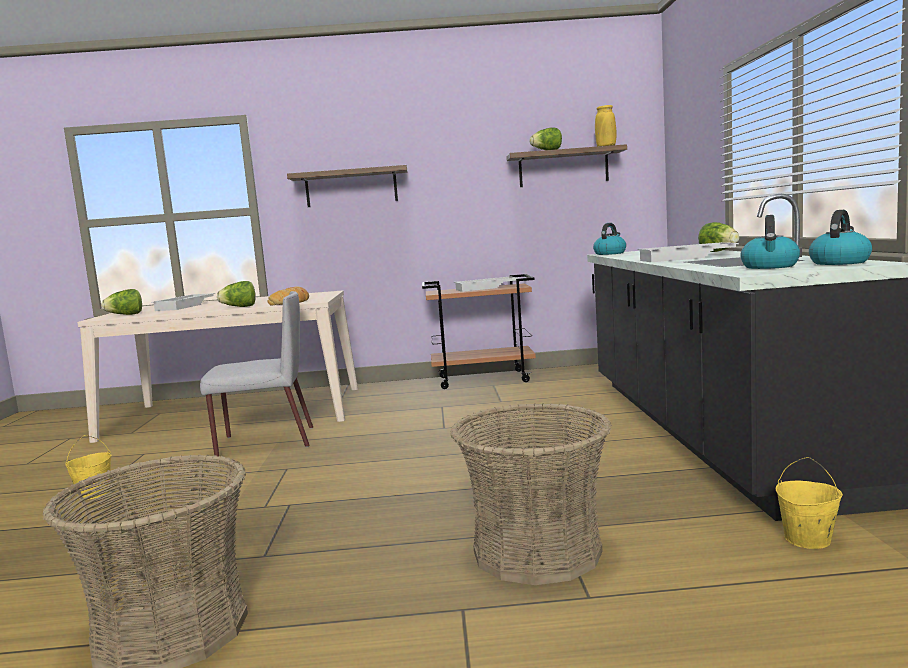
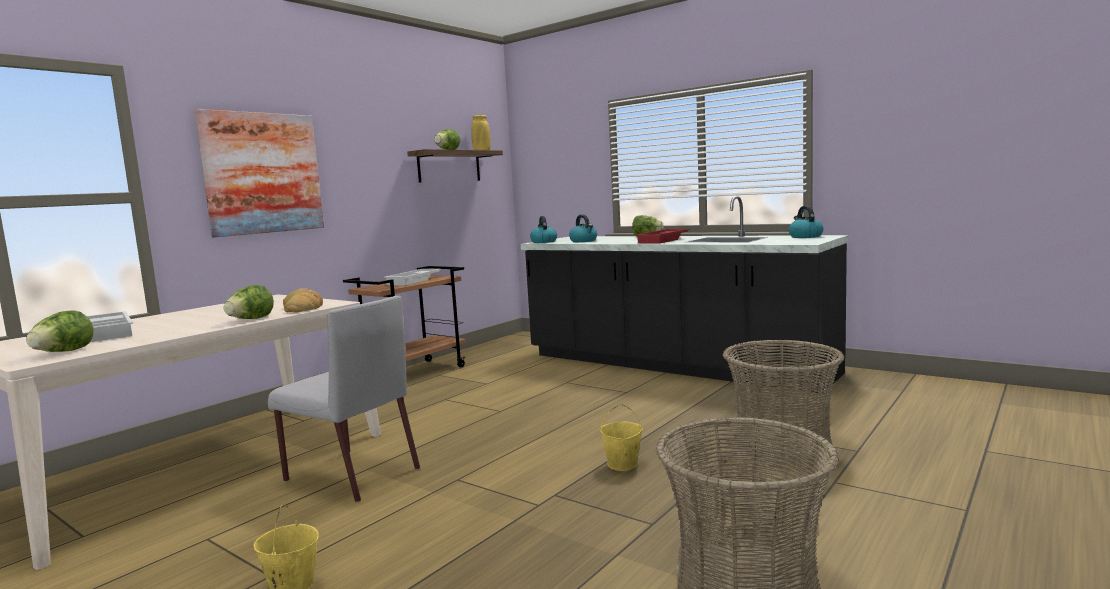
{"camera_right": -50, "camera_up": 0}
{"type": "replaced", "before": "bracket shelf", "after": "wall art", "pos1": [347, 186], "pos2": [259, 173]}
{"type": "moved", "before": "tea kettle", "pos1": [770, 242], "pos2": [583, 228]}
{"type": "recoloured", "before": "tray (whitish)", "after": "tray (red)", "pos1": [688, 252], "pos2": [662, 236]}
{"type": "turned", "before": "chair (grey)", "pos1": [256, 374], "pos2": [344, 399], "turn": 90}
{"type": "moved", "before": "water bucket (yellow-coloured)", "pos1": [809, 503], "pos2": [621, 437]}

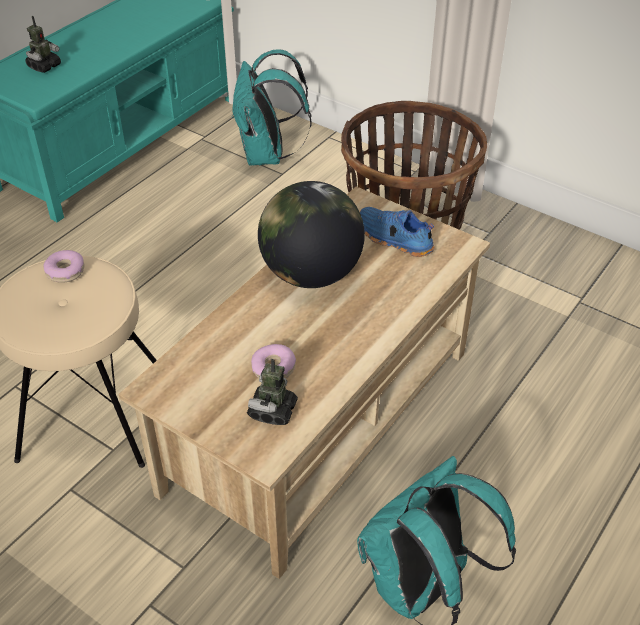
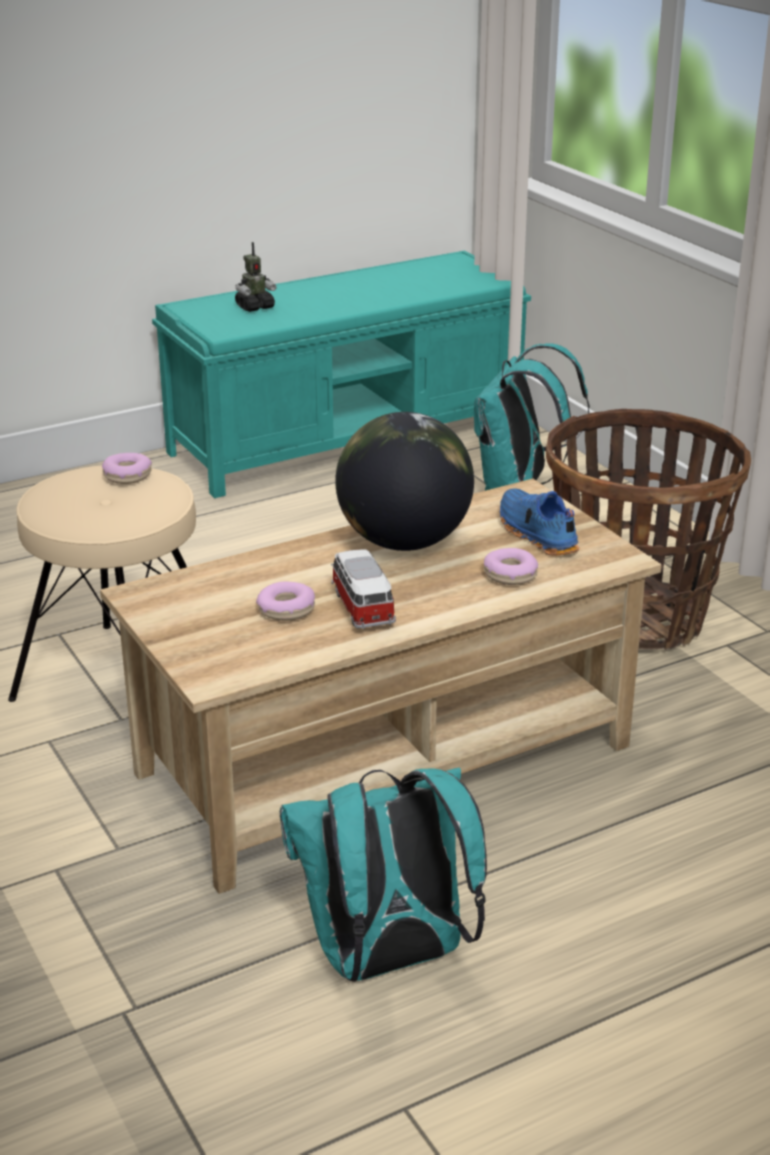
{"camera_right": 25, "camera_up": -15}
{"type": "removed", "before": "model robot", "pos1": [272, 392]}
{"type": "added", "after": "doughnut", "pos2": [511, 566]}
{"type": "added", "after": "miniature car", "pos2": [363, 589]}

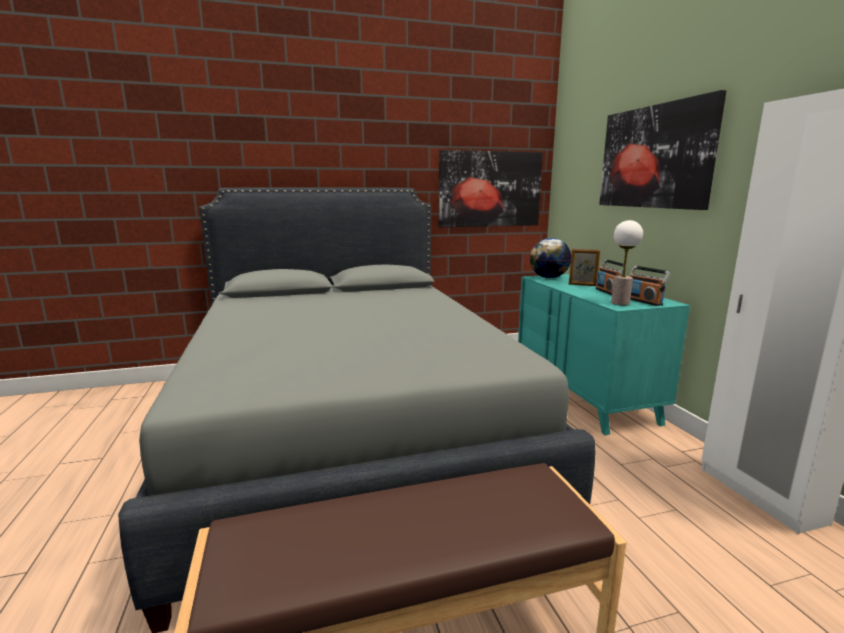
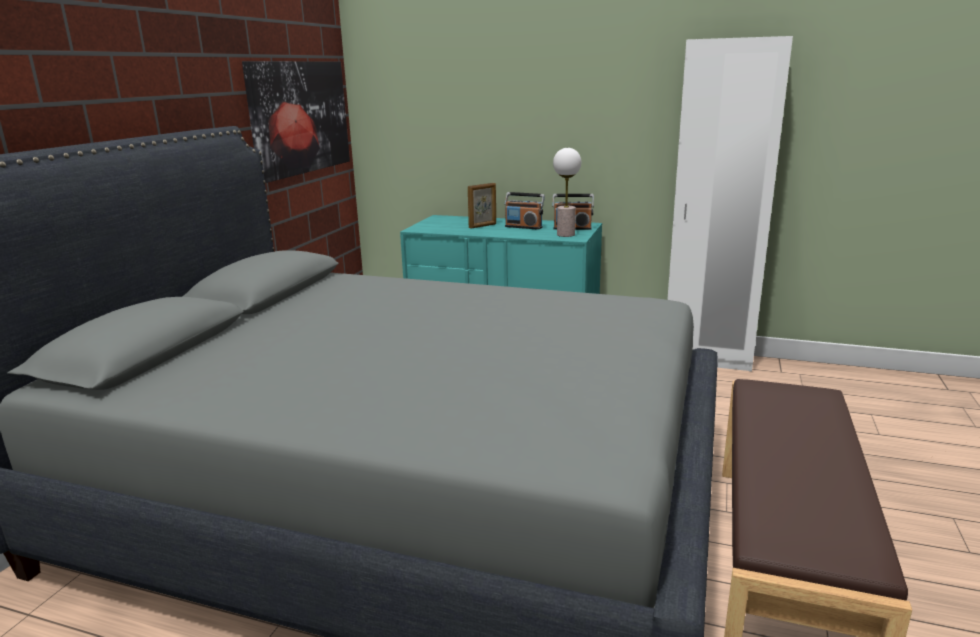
{"camera_right": -55, "camera_up": 5}
{"type": "removed", "before": "wall art", "pos1": [662, 150]}
{"type": "removed", "before": "world globe", "pos1": [550, 258]}

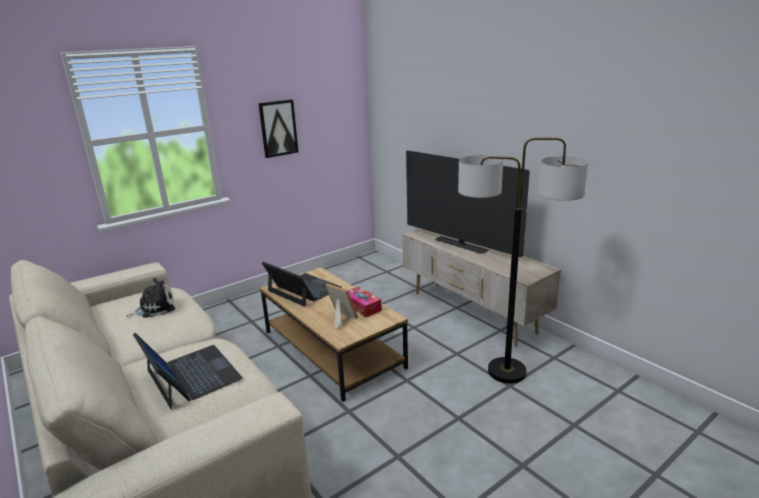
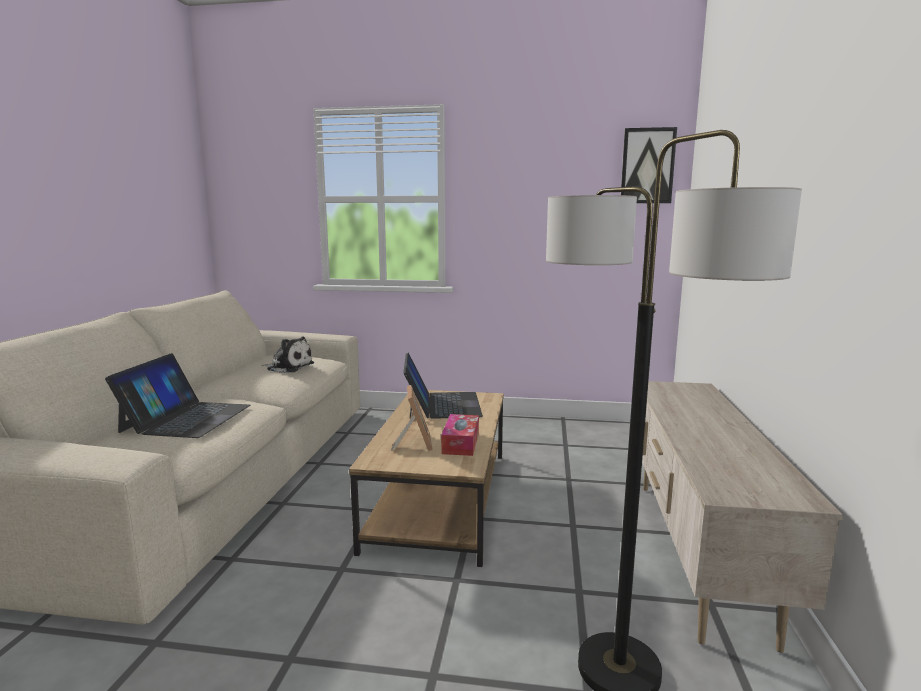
{"camera_right": 45, "camera_up": -10}
{"type": "moved", "before": "wall art", "pos1": [278, 128], "pos2": [649, 165]}
{"type": "removed", "before": "TV set", "pos1": [468, 203]}

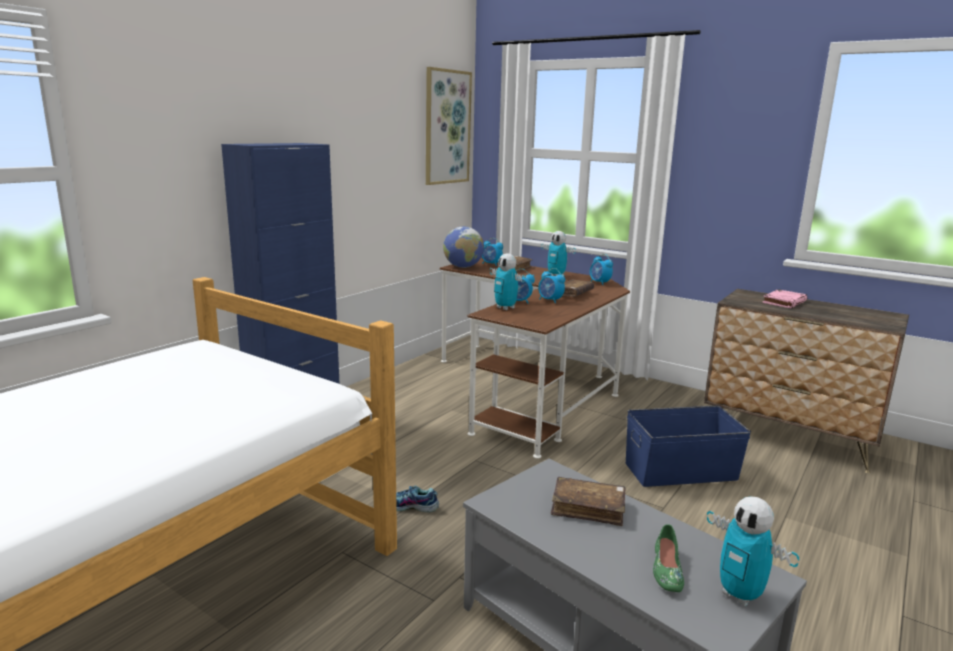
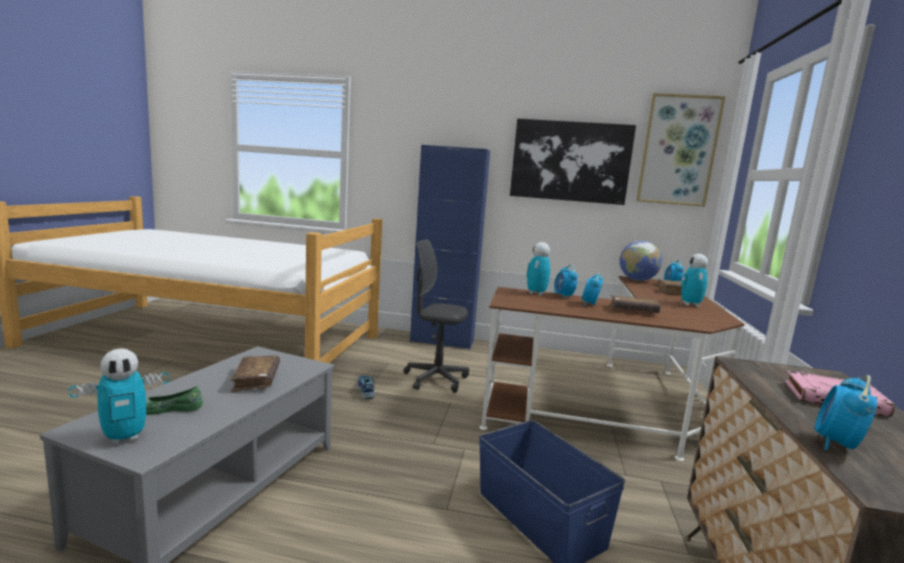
{"camera_right": 65, "camera_up": -5}
{"type": "moved", "before": "alarm clock", "pos1": [601, 269], "pos2": [846, 412]}
{"type": "turned", "before": "model robot", "pos1": [753, 551], "pos2": [119, 396], "turn": -150}
{"type": "added", "after": "wall art", "pos2": [573, 162]}
{"type": "added", "after": "office chair (grey)", "pos2": [436, 316]}

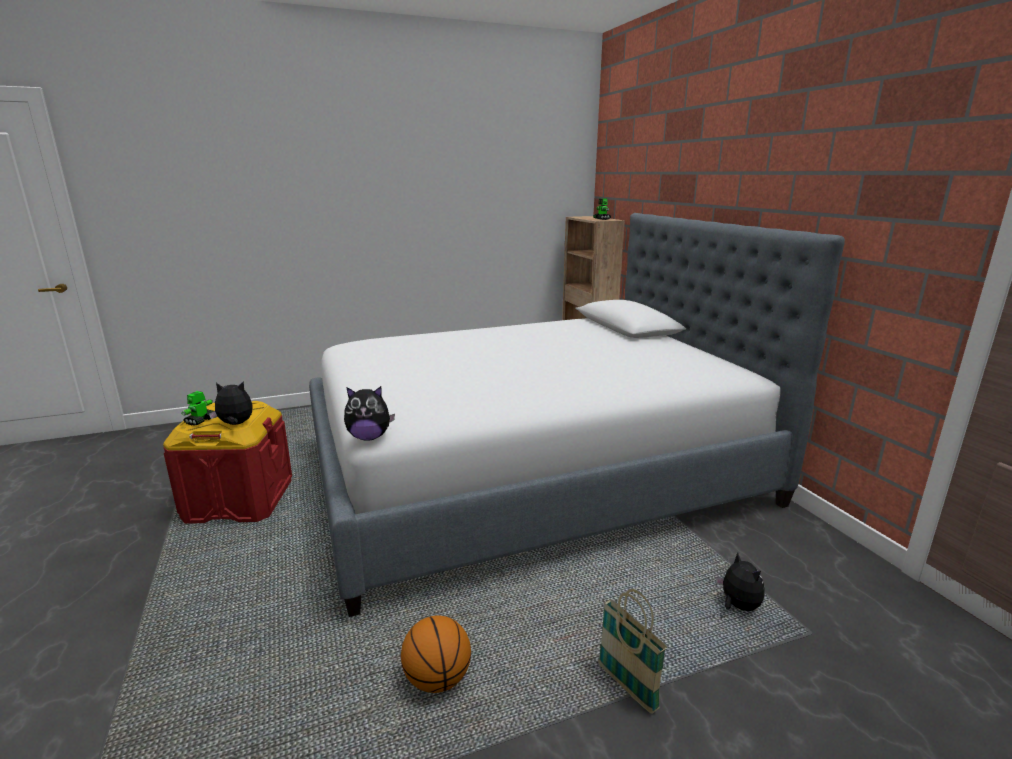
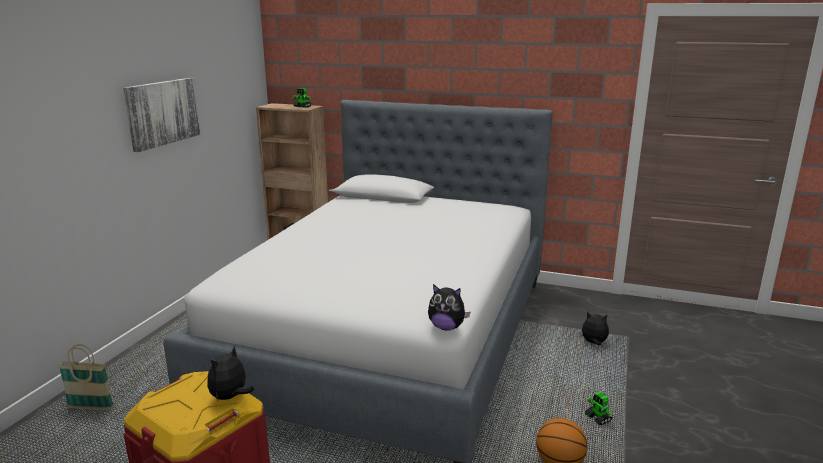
{"camera_right": -50, "camera_up": 0}
{"type": "turned", "before": "soft toy", "pos1": [369, 413], "pos2": [449, 307], "turn": 75}
{"type": "moved", "before": "model robot", "pos1": [197, 408], "pos2": [599, 408]}
{"type": "moved", "before": "storage basket", "pos1": [632, 651], "pos2": [86, 377]}
{"type": "added", "after": "wall art", "pos2": [161, 115]}

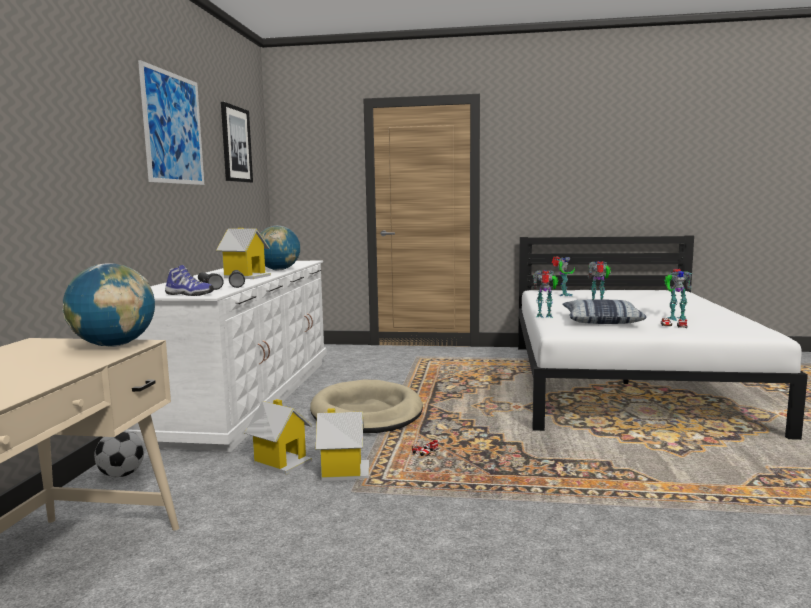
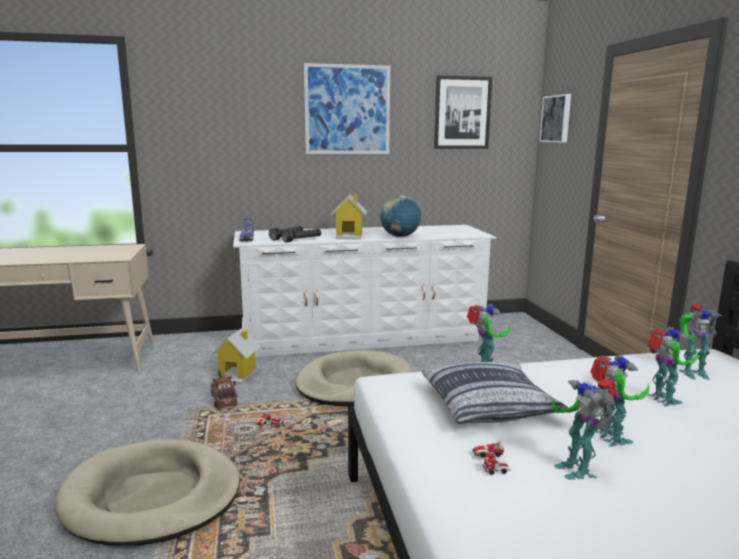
{"camera_right": 70, "camera_up": 5}
{"type": "removed", "before": "world globe", "pos1": [108, 305]}
{"type": "replaced", "before": "toy house", "after": "model truck", "pos1": [342, 444], "pos2": [224, 389]}
{"type": "removed", "before": "football", "pos1": [119, 453]}
{"type": "added", "after": "wall art", "pos2": [555, 118]}
{"type": "added", "after": "model robot", "pos2": [619, 401]}
{"type": "added", "after": "pet bed (beige-coloured)", "pos2": [147, 492]}

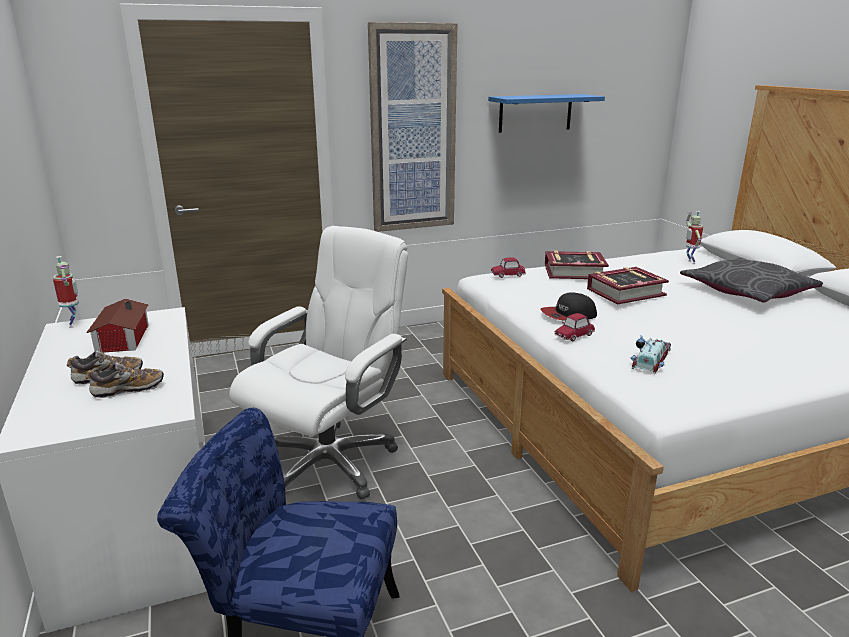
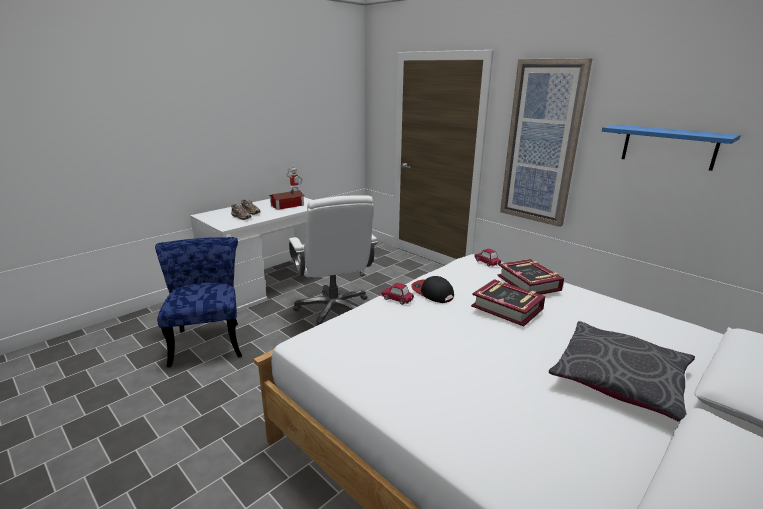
{"camera_right": 65, "camera_up": 0}
{"type": "removed", "before": "model robot", "pos1": [694, 237]}
{"type": "turned", "before": "office chair (whitish)", "pos1": [318, 363], "pos2": [333, 260], "turn": 60}
{"type": "removed", "before": "miniature car", "pos1": [650, 354]}

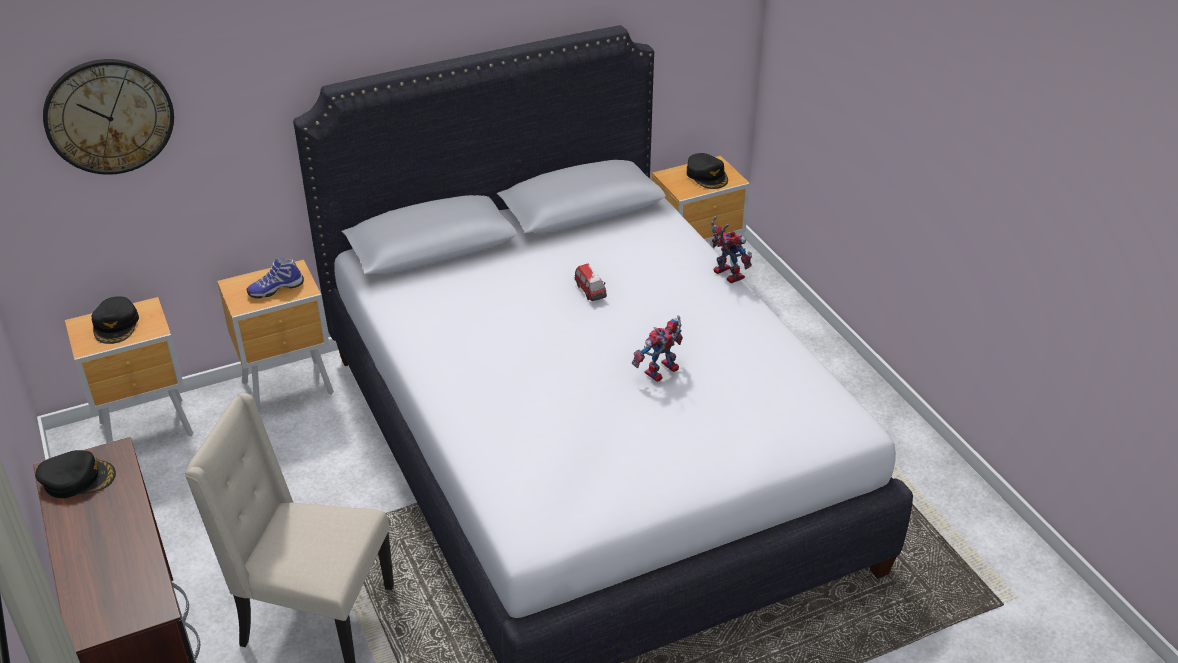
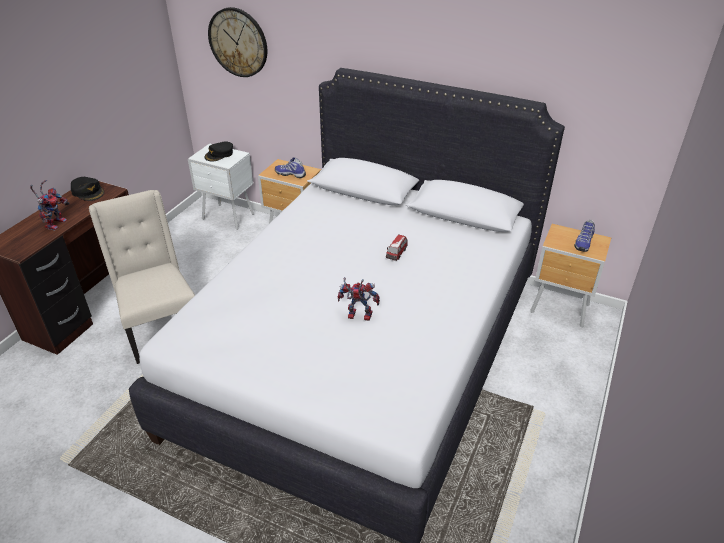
{"camera_right": 50, "camera_up": 0}
{"type": "replaced", "before": "cap (black-coloured)", "after": "low shoe", "pos1": [707, 171], "pos2": [584, 236]}
{"type": "moved", "before": "model robot", "pos1": [731, 249], "pos2": [50, 205]}
{"type": "recoloured", "before": "night table (brownish)", "after": "night table (whitish)", "pos1": [129, 370], "pos2": [221, 186]}

